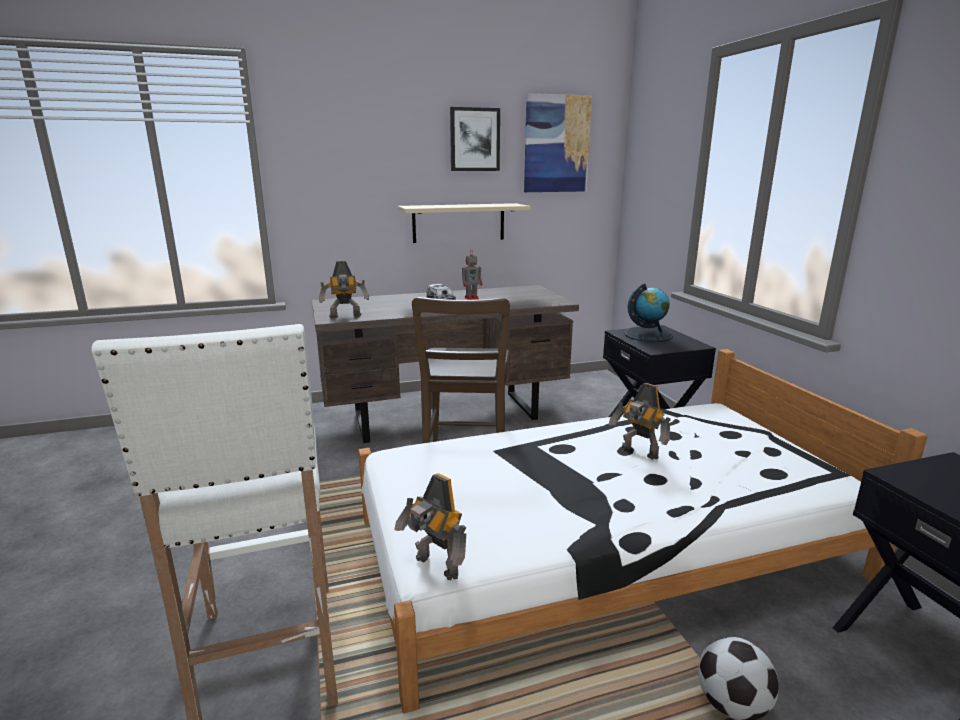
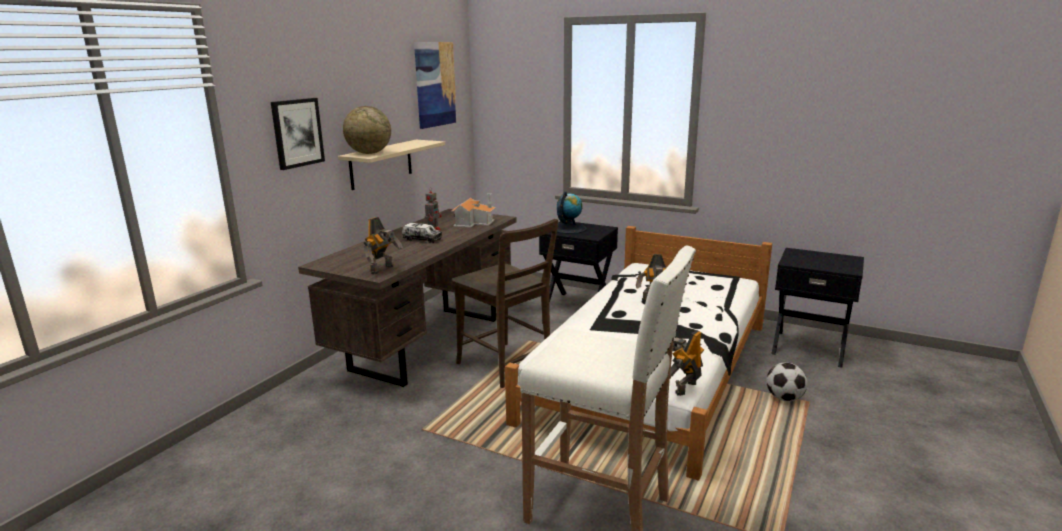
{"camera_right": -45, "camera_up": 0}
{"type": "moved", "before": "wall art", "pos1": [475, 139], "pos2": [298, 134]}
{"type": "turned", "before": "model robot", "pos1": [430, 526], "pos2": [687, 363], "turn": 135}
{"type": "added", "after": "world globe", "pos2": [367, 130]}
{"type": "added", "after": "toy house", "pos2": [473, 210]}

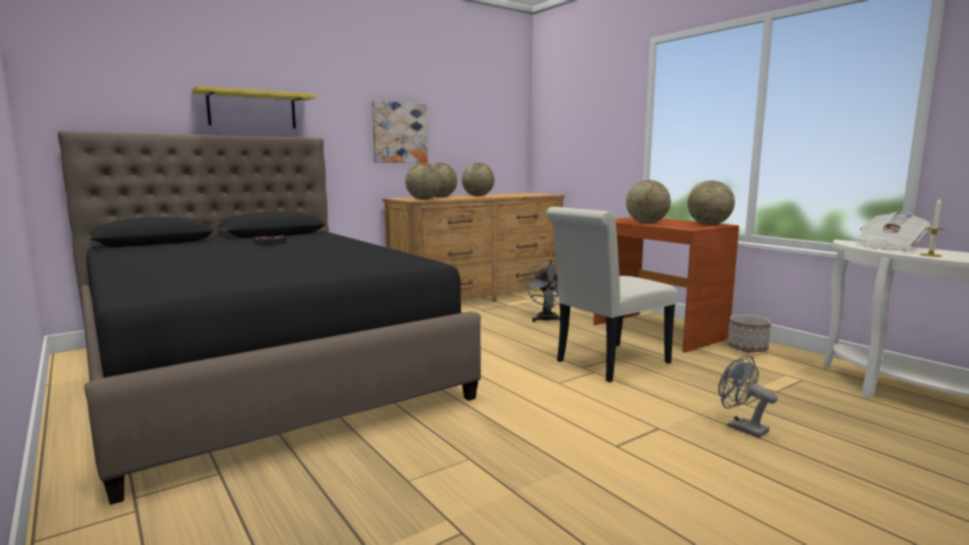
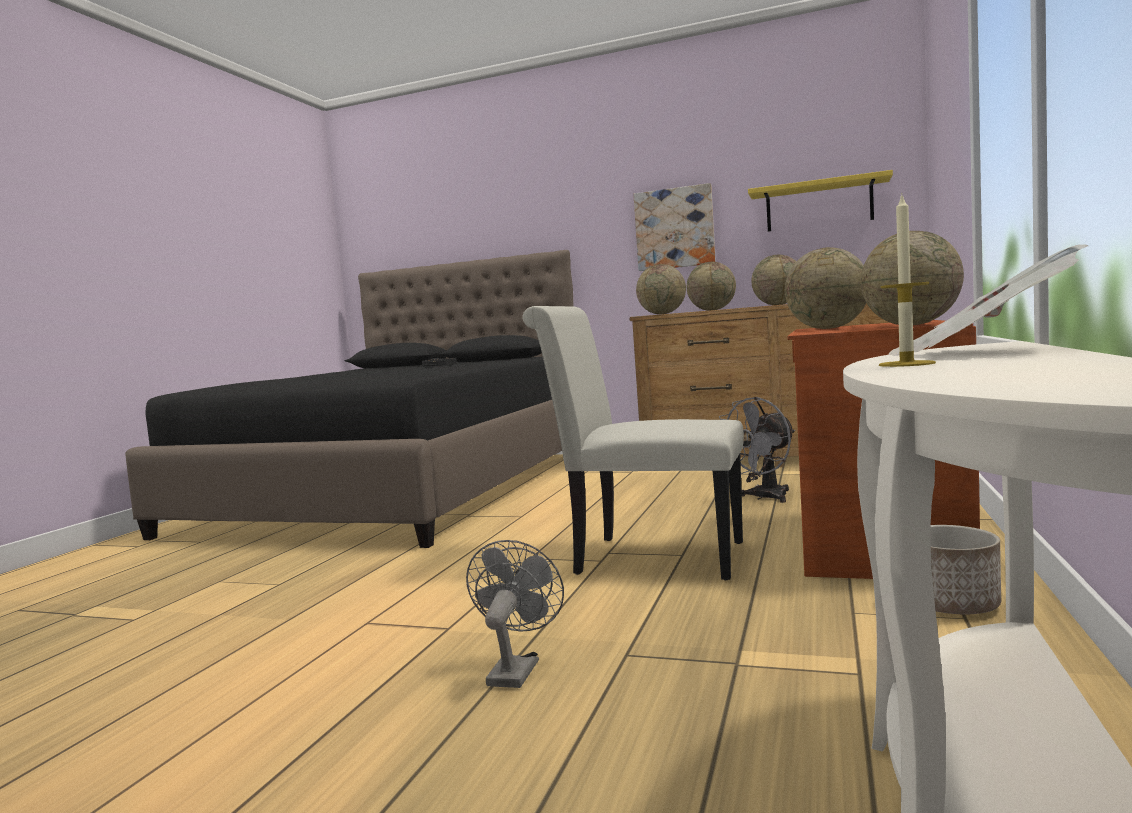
{"camera_right": 55, "camera_up": -5}
{"type": "moved", "before": "bracket shelf (yellow-coloured)", "pos1": [253, 107], "pos2": [820, 201]}

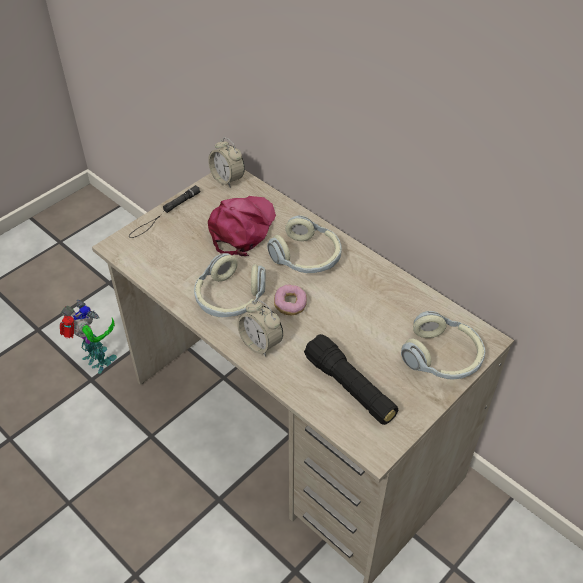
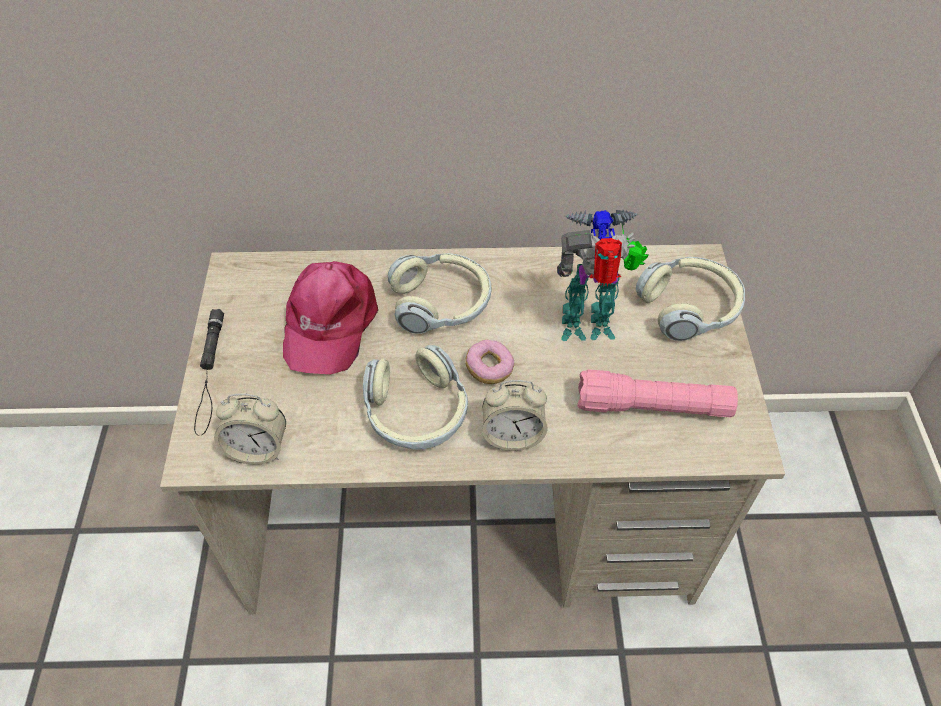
{"camera_right": -45, "camera_up": 5}
{"type": "moved", "before": "alarm clock", "pos1": [226, 162], "pos2": [250, 429]}
{"type": "turned", "before": "cap (pink-coloured)", "pos1": [242, 226], "pos2": [330, 317], "turn": -150}
{"type": "moved", "before": "model robot", "pos1": [88, 336], "pos2": [603, 275]}
{"type": "recoloured", "before": "torch (black-coloured)", "after": "torch (pink-coloured)", "pos1": [351, 379], "pos2": [657, 393]}

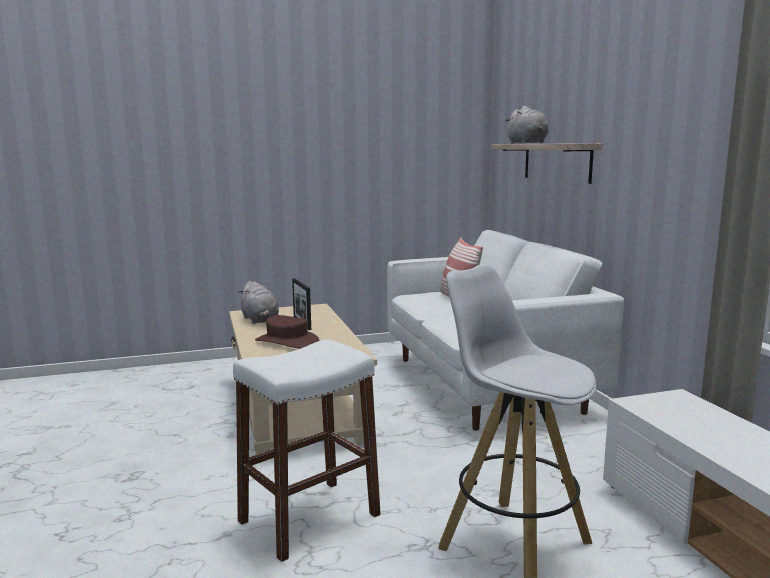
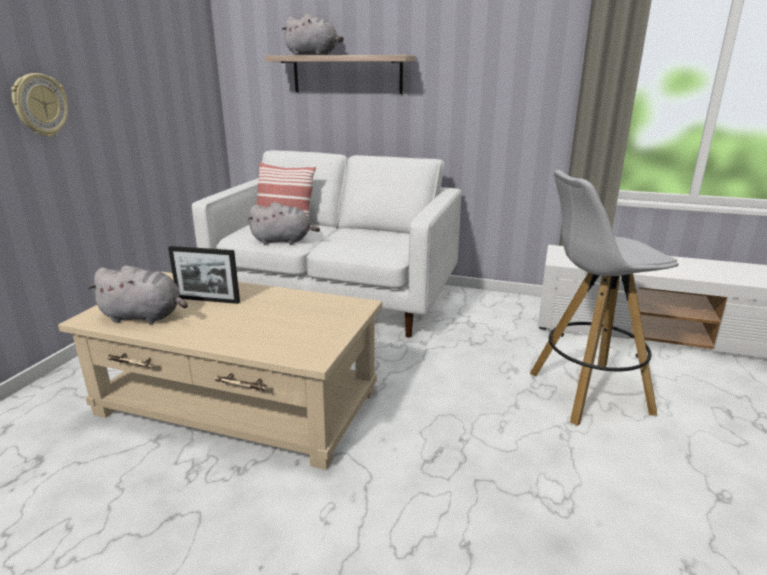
{"camera_right": -55, "camera_up": 10}
{"type": "removed", "before": "clothing hat (brownish)", "pos1": [287, 332]}
{"type": "removed", "before": "stool (whitish)", "pos1": [307, 450]}
{"type": "added", "after": "wall clock", "pos2": [39, 105]}
{"type": "added", "after": "soft toy (grey)", "pos2": [284, 223]}

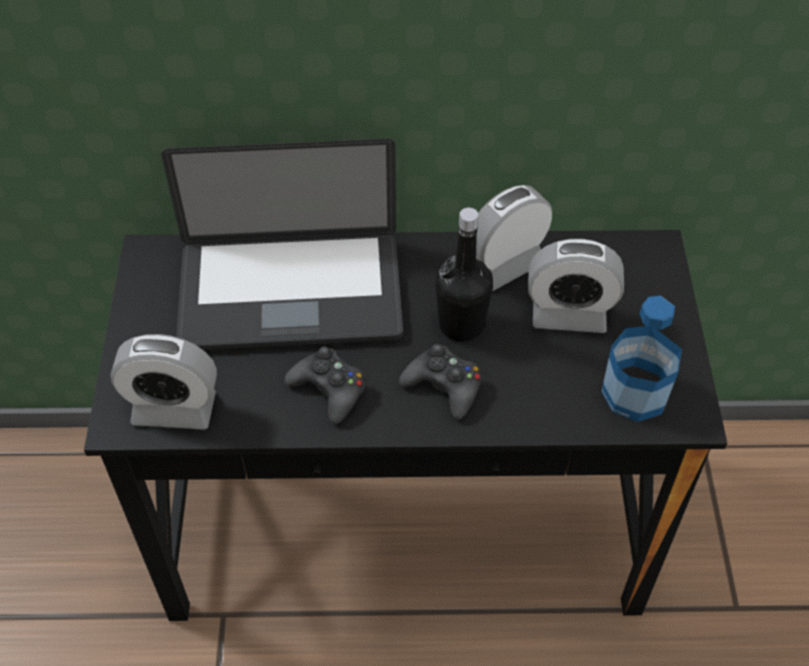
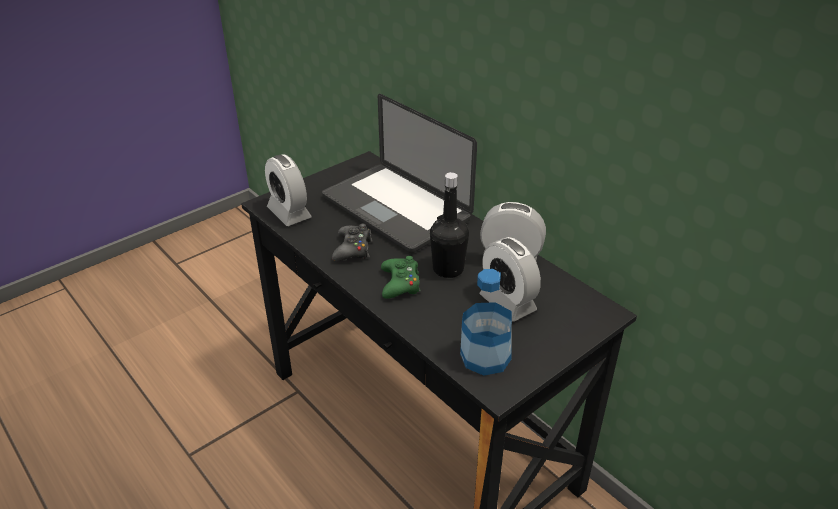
{"camera_right": 50, "camera_up": -15}
{"type": "recoloured", "before": "joypad (black-coloured)", "after": "joypad (greenish)", "pos1": [440, 381], "pos2": [401, 277]}

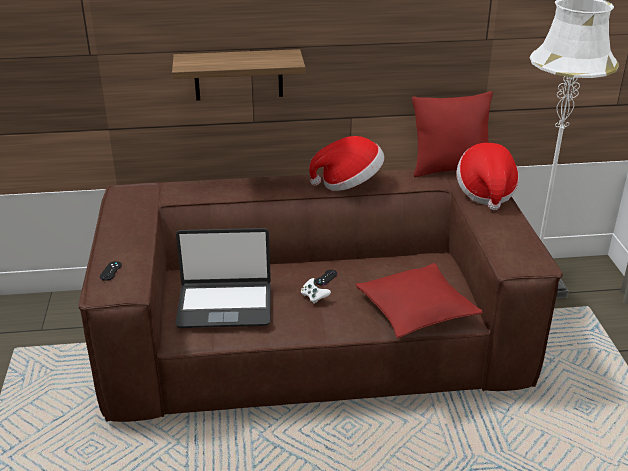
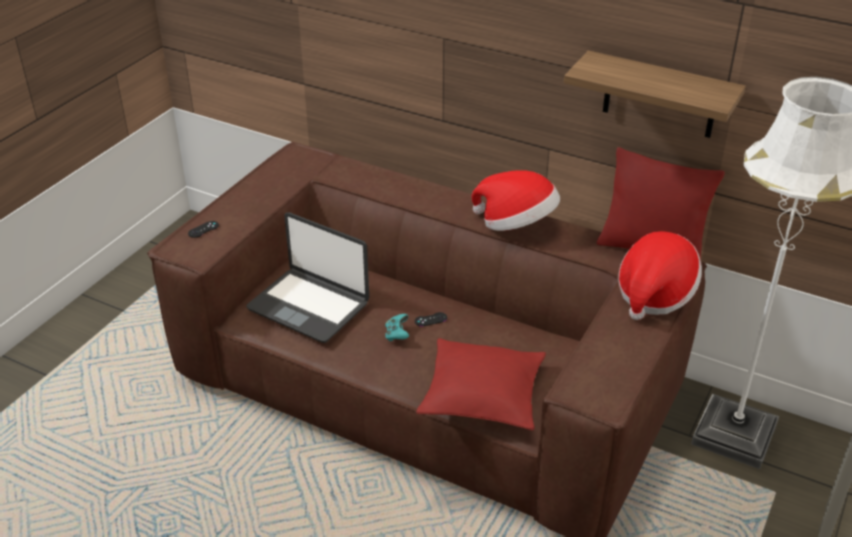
{"camera_right": 35, "camera_up": 5}
{"type": "moved", "before": "bracket shelf", "pos1": [238, 75], "pos2": [655, 94]}
{"type": "recoloured", "before": "joypad (whitish)", "after": "joypad (turquoise-coloured)", "pos1": [316, 291], "pos2": [397, 327]}

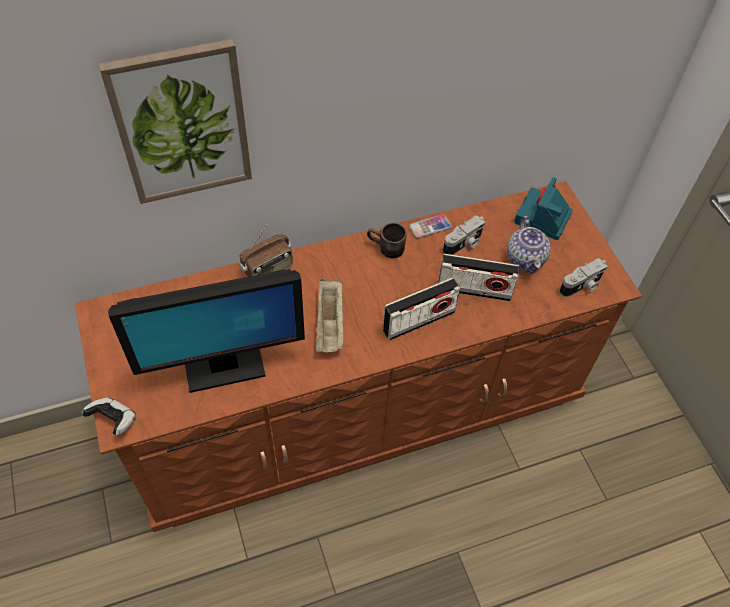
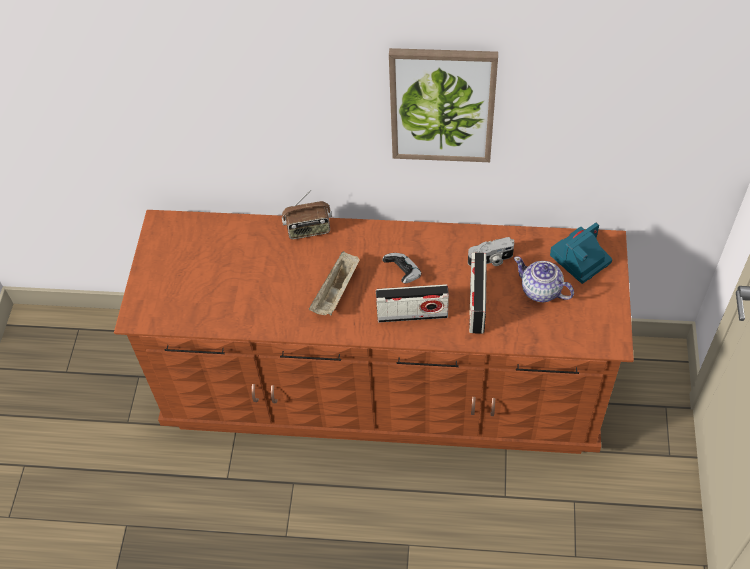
{"camera_right": 30, "camera_up": 0}
{"type": "moved", "before": "wall art", "pos1": [175, 121], "pos2": [443, 105]}
{"type": "removed", "before": "handset", "pos1": [430, 226]}
{"type": "turned", "before": "pot for tea", "pos1": [528, 245], "pos2": [544, 279], "turn": 105}
{"type": "removed", "before": "mug (brownish)", "pos1": [387, 240]}
{"type": "turned", "before": "radio set", "pos1": [478, 277], "pos2": [478, 293], "turn": 60}
{"type": "removed", "before": "photo camera", "pos1": [583, 277]}
{"type": "removed", "before": "computer display", "pos1": [206, 331]}
{"type": "moved", "before": "joypad", "pos1": [109, 416], "pos2": [402, 268]}

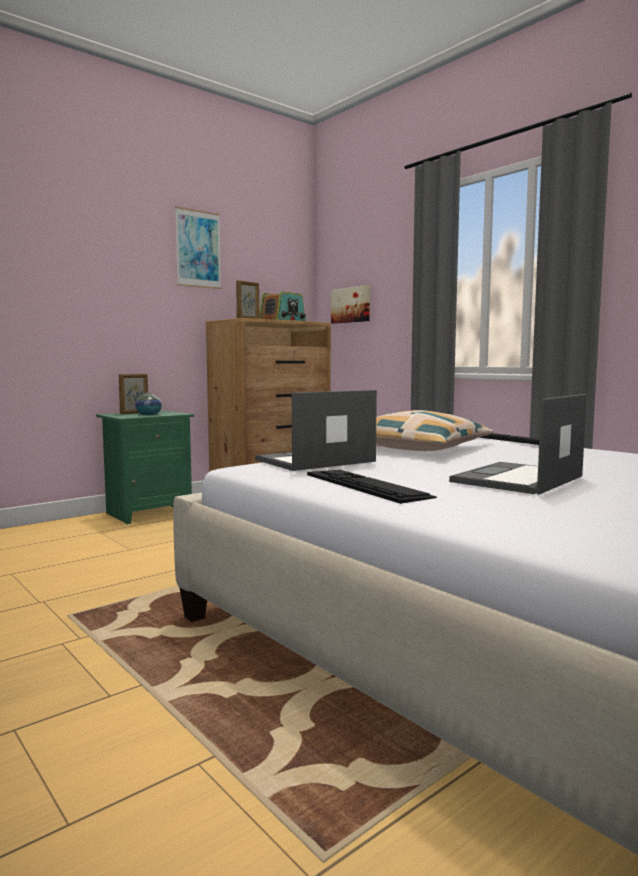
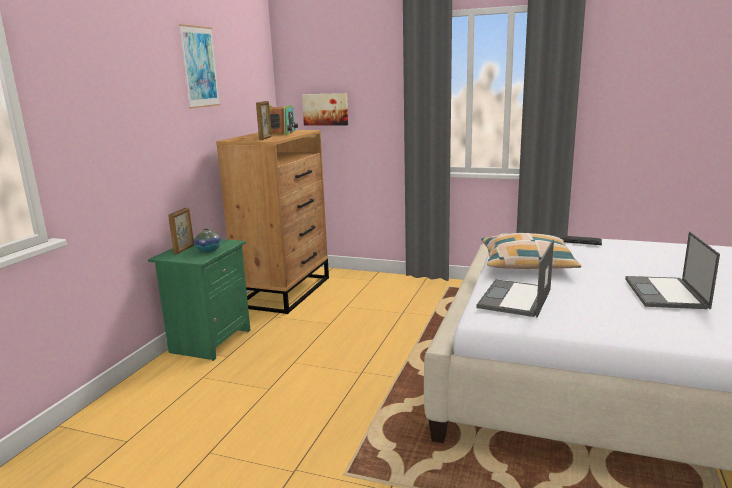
{"camera_right": -30, "camera_up": 10}
{"type": "removed", "before": "PC keyboard", "pos1": [372, 487]}

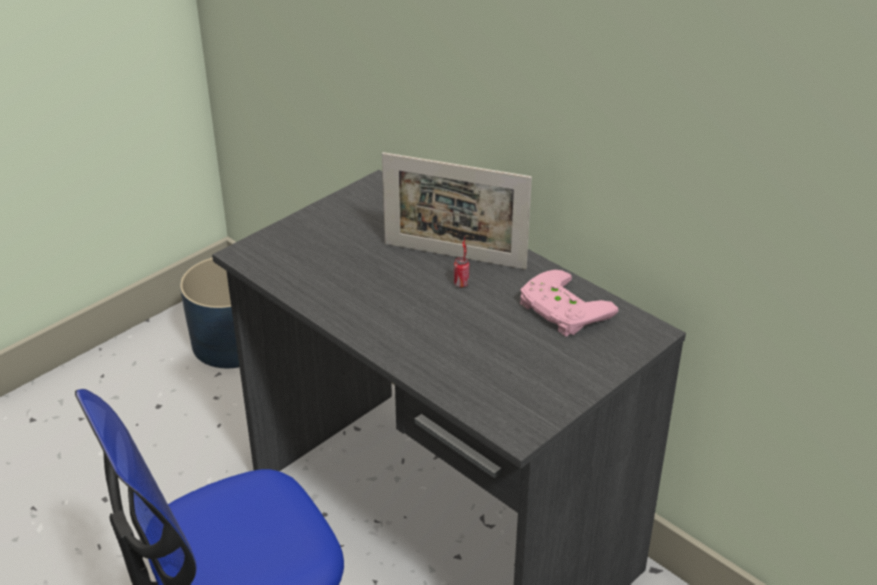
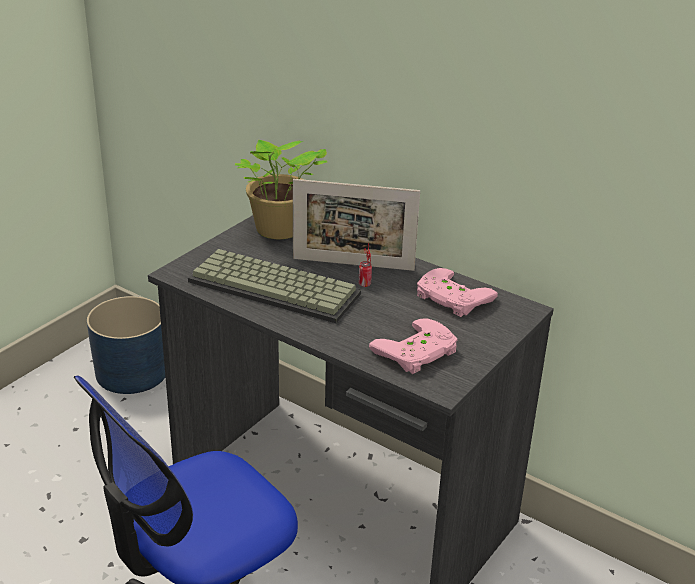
{"camera_right": -10, "camera_up": -5}
{"type": "added", "after": "houseplant", "pos2": [281, 189]}
{"type": "added", "after": "PC keyboard", "pos2": [274, 286]}
{"type": "added", "after": "joypad (pink-coloured)", "pos2": [413, 346]}

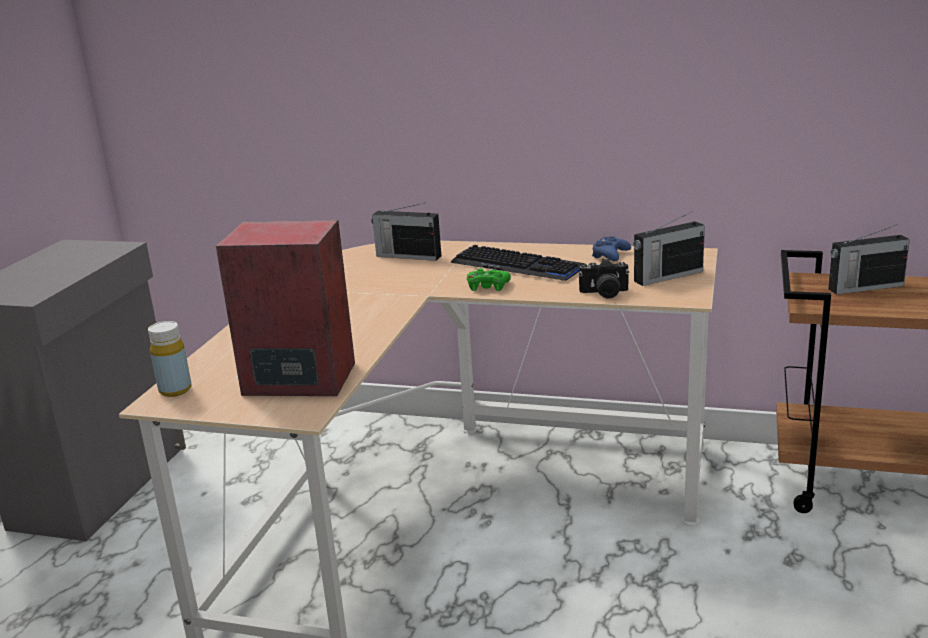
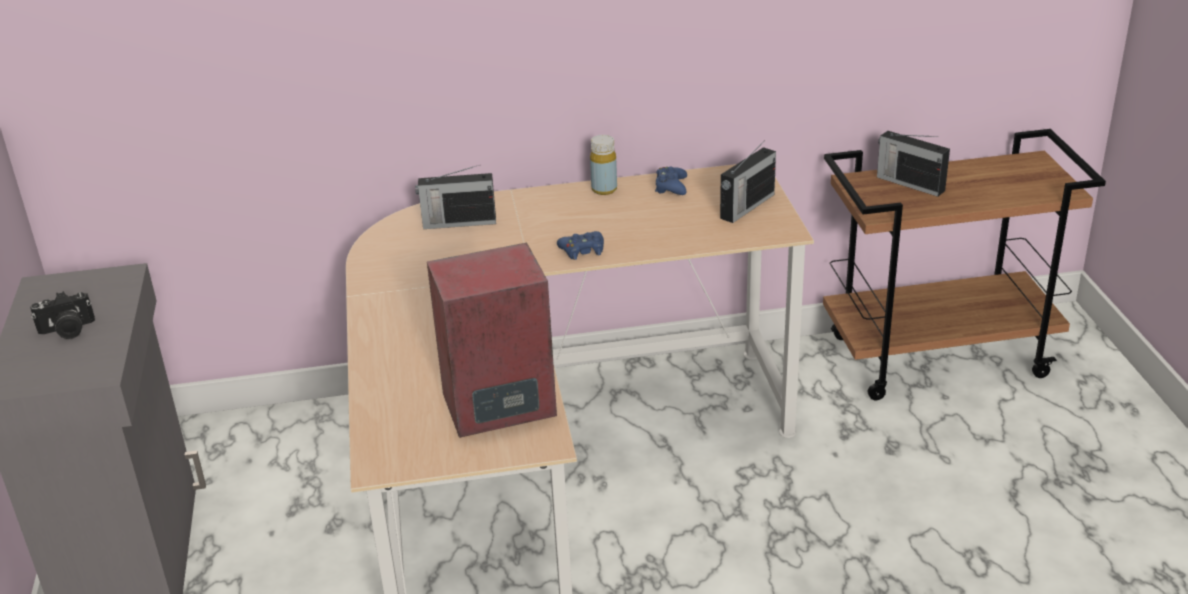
{"camera_right": -25, "camera_up": 10}
{"type": "turned", "before": "radio set", "pos1": [869, 259], "pos2": [913, 164], "turn": 75}
{"type": "removed", "before": "PC keyboard", "pos1": [518, 263]}
{"type": "moved", "before": "photo camera", "pos1": [604, 278], "pos2": [62, 315]}
{"type": "recoloured", "before": "joypad (greenish)", "after": "joypad (blue-coloured)", "pos1": [489, 279], "pos2": [580, 245]}
{"type": "moved", "before": "beverage bottle (yellow-coloured)", "pos1": [170, 359], "pos2": [603, 165]}

